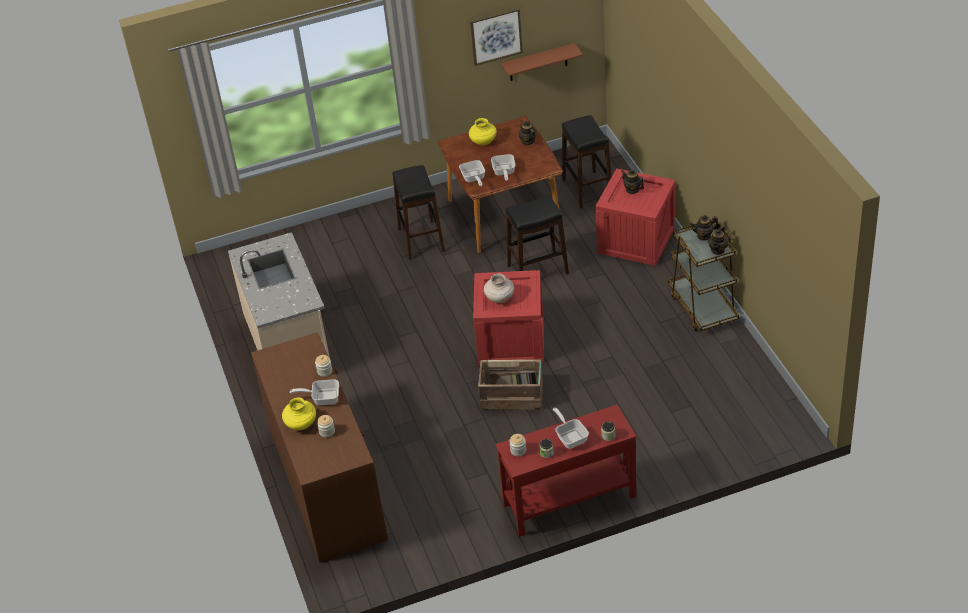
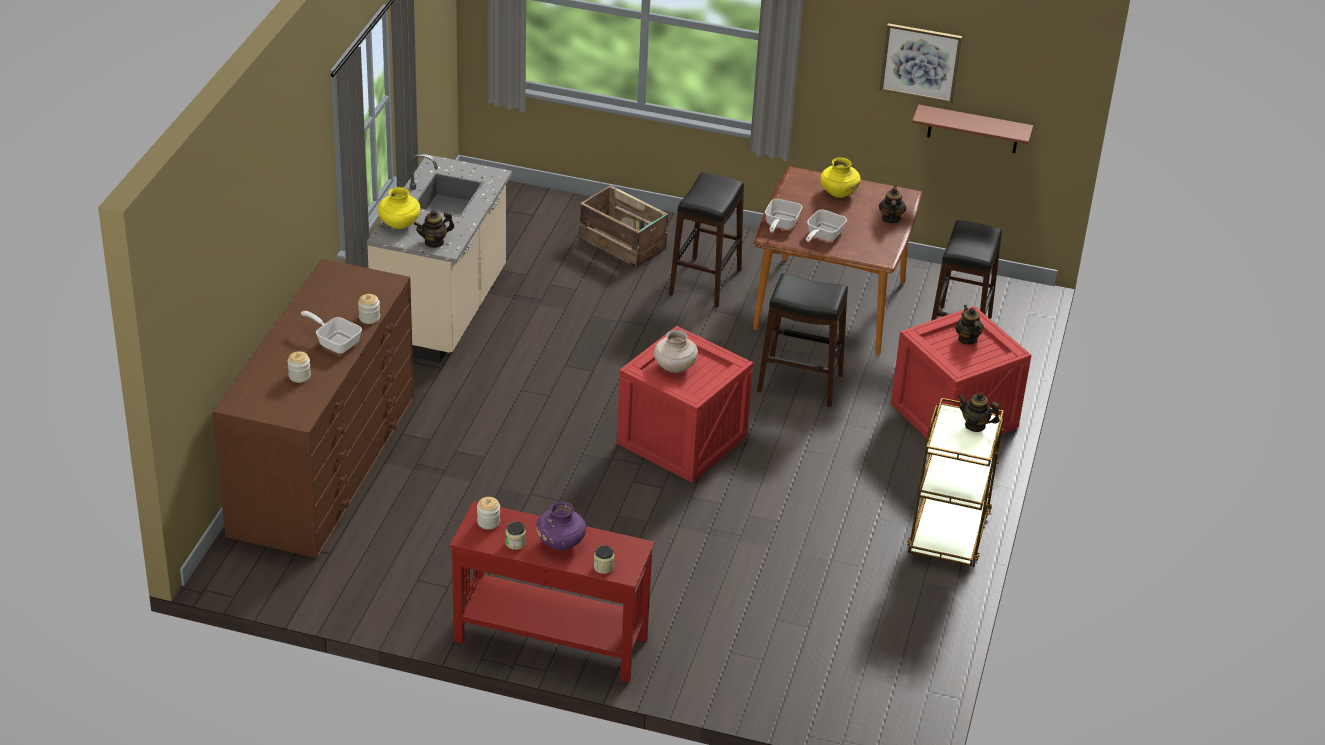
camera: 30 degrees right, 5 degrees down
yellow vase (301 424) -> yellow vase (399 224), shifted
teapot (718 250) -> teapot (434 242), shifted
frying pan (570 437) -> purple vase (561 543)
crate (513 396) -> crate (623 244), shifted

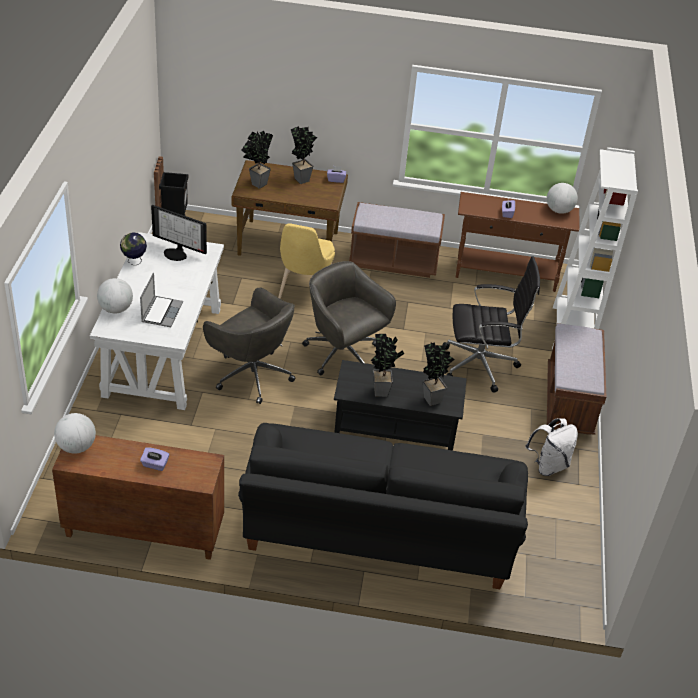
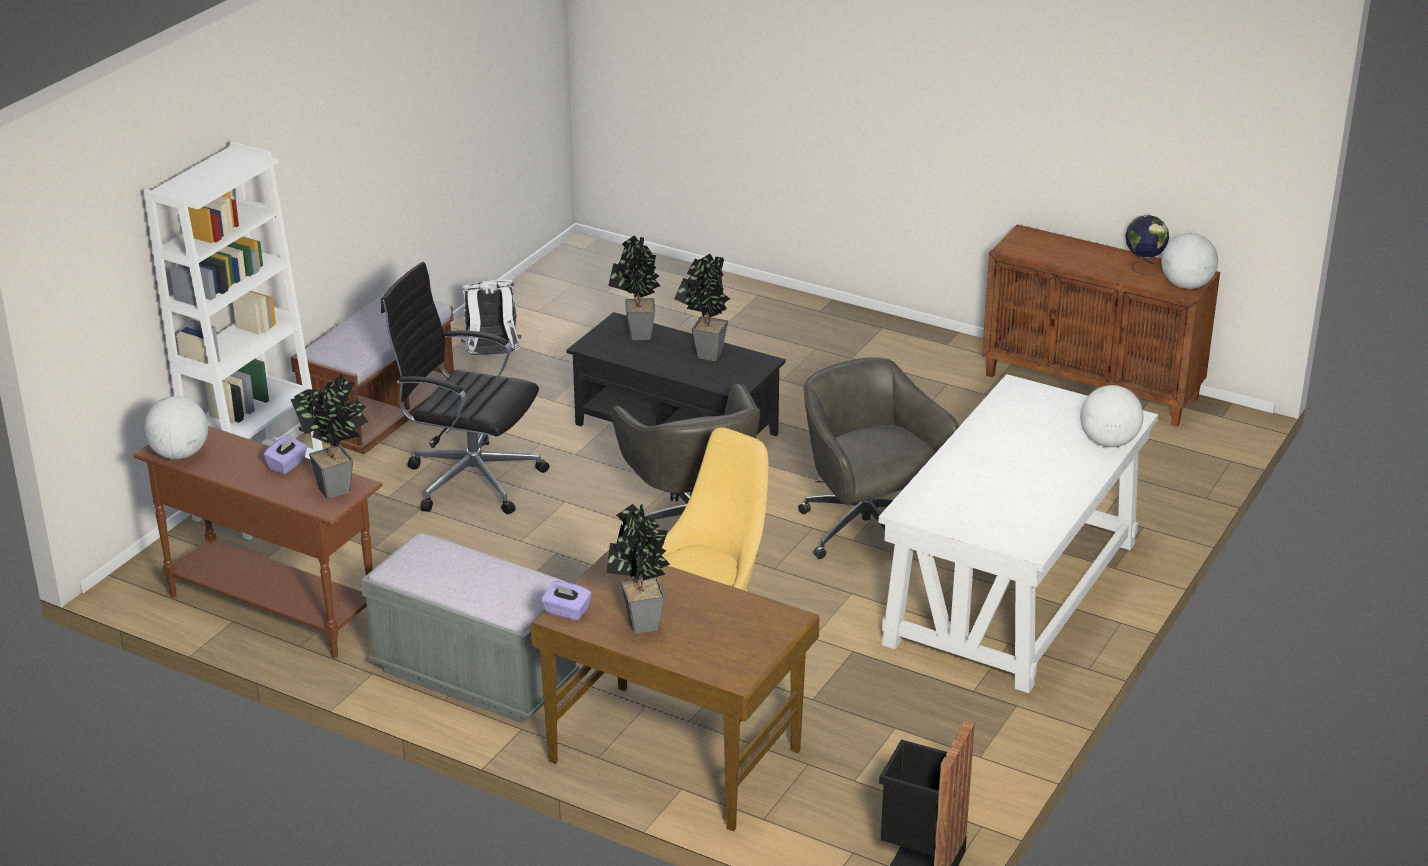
camera: 155 degrees left, 10 degrees down
potted plant (256 184) -> potted plant (340 490), shifted
brown bench (393 261) -> grey bench (474 675)
globe (134 261) -> globe (1143 266), shifted
laptop (161 312) -> none
purple tissue box (155 465) -> none
monitor (176 253) -> none
black sofa (379 534) -> none

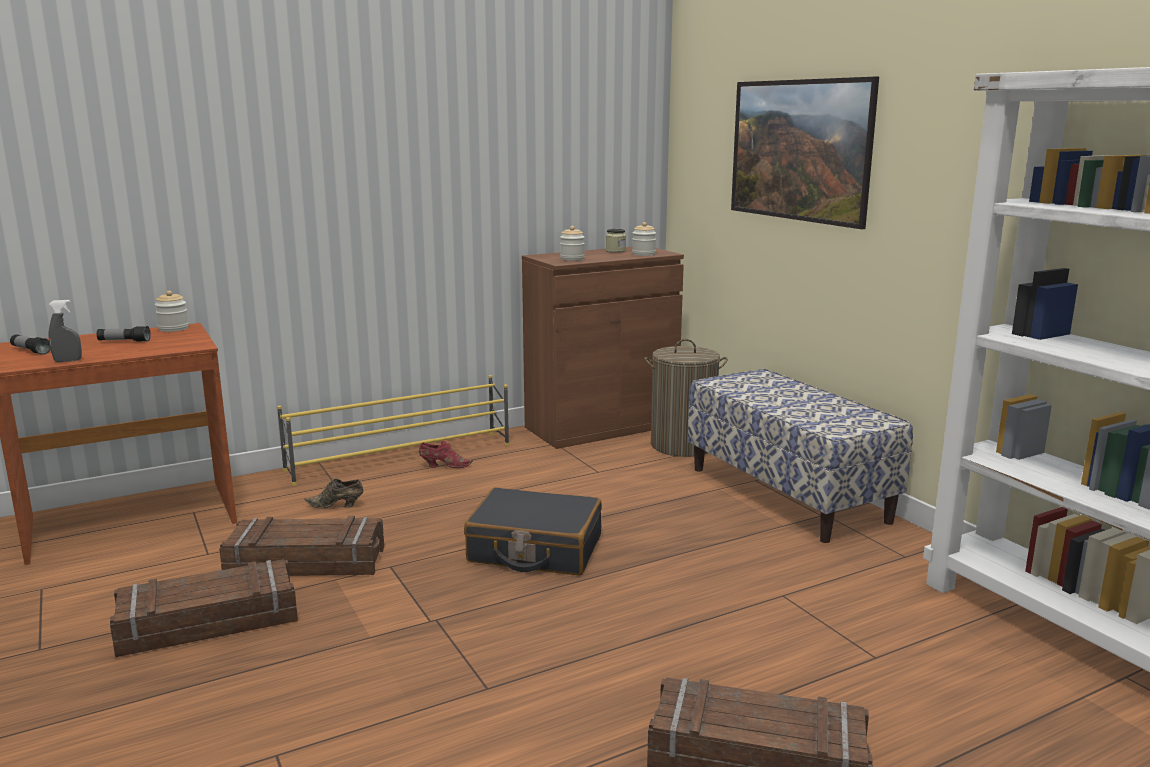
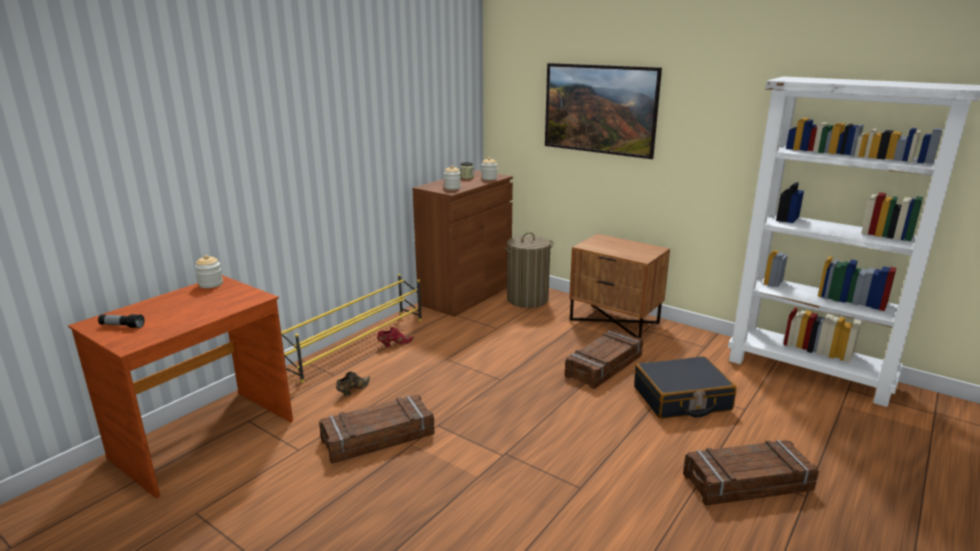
camera: 25 degrees left, 5 degrees up
brown shoe (337 506) -> brown shoe (353 390), 150 degrees clockwise
crate (209 623) -> crate (604 366), shifted
bench (788 494) -> brown nightstand (615 321)
black suitcase (535 549) -> black suitcase (681 399), shifted
grey spray bottle (68 361) -> none
flashlight (124 341) -> none

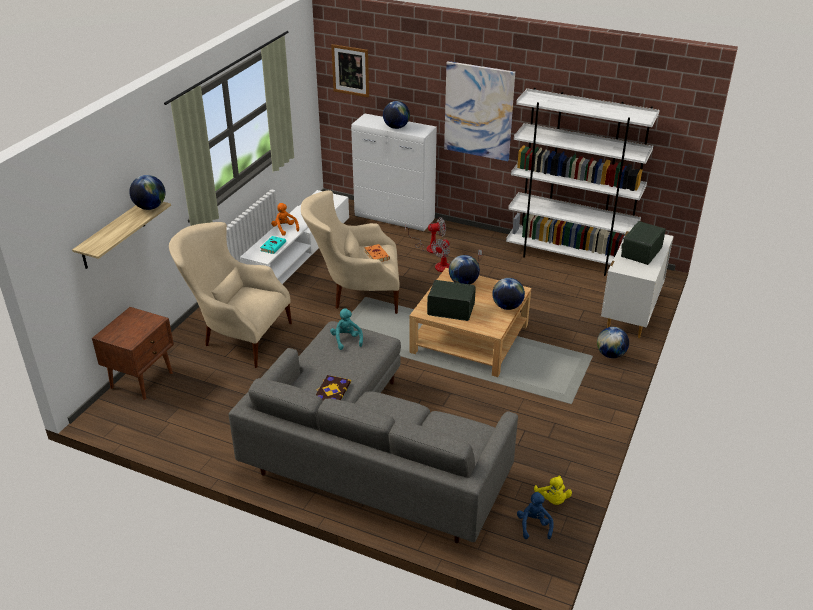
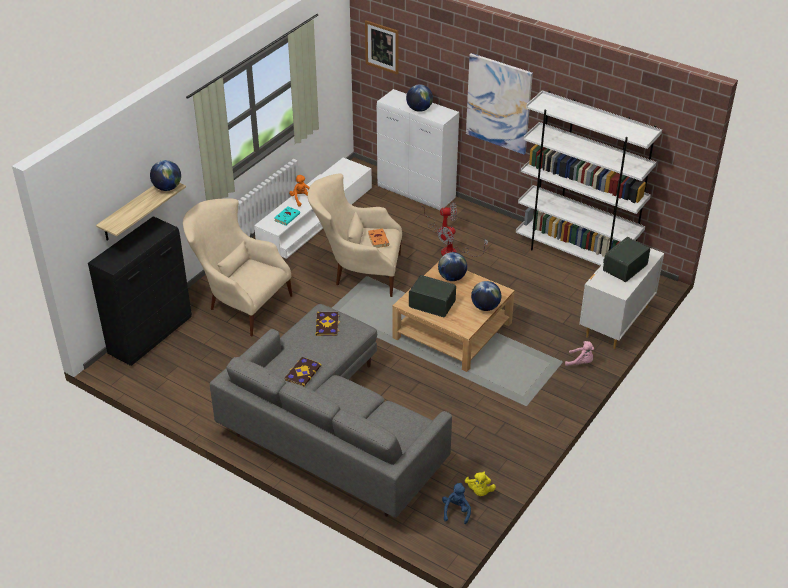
camera: 10 degrees right, 5 degrees up
brown nightstand (143 379) -> black cabinet (151 336)
turquoise plush toy (346 340) -> book (327 324)
globe (610 354) -> pink plush toy (580 362)

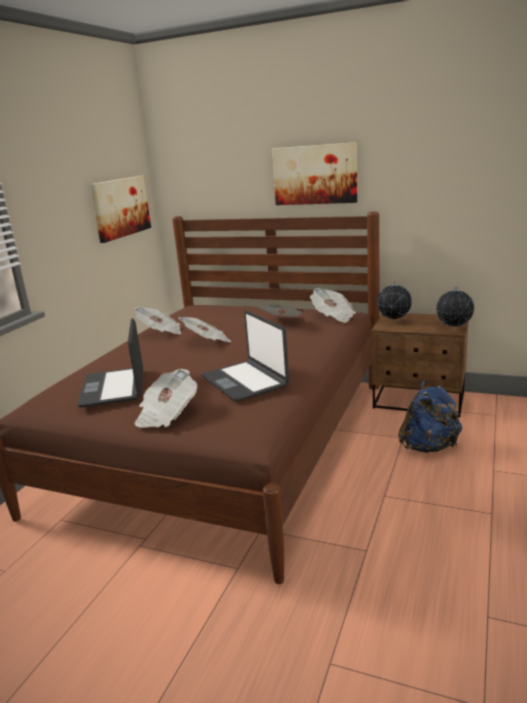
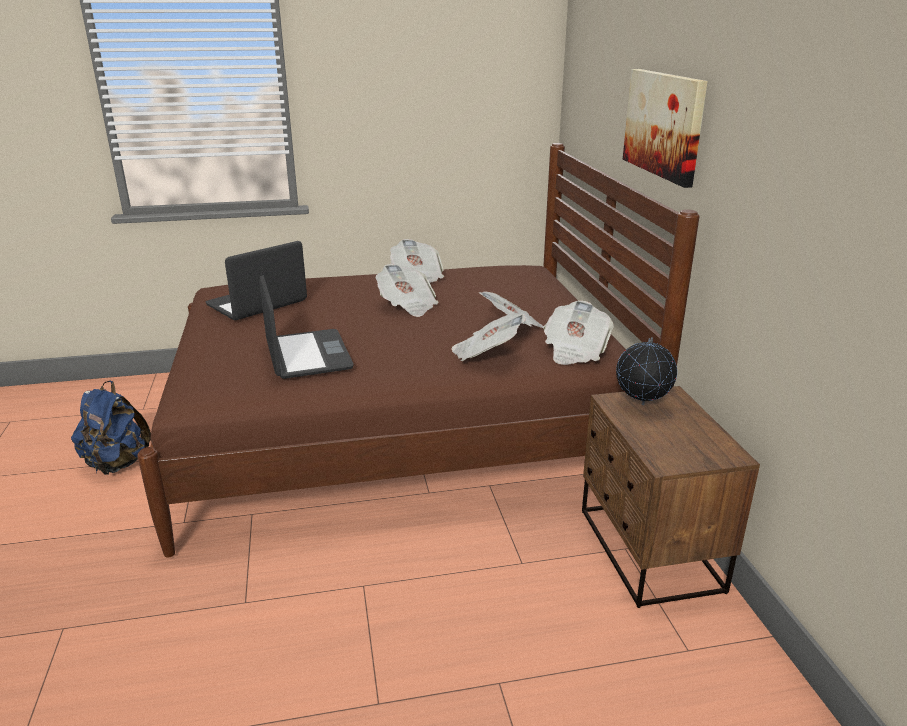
camera: 55 degrees right, 5 degrees up
blue backpack (429 447) -> blue backpack (117 464), shifted
laptop (245 381) -> laptop (307 355), 135 degrees clockwise
newspaper (166 415) -> newspaper (486 354), shifted
picture (120 207) -> none
globe (453 330) -> none

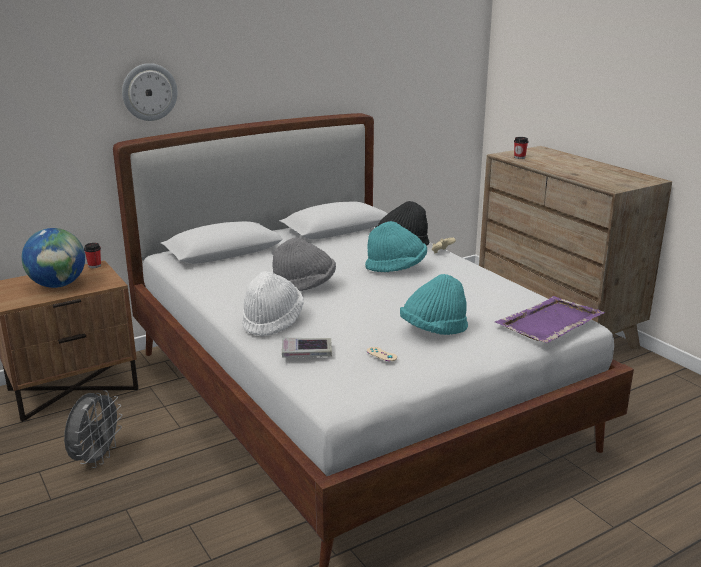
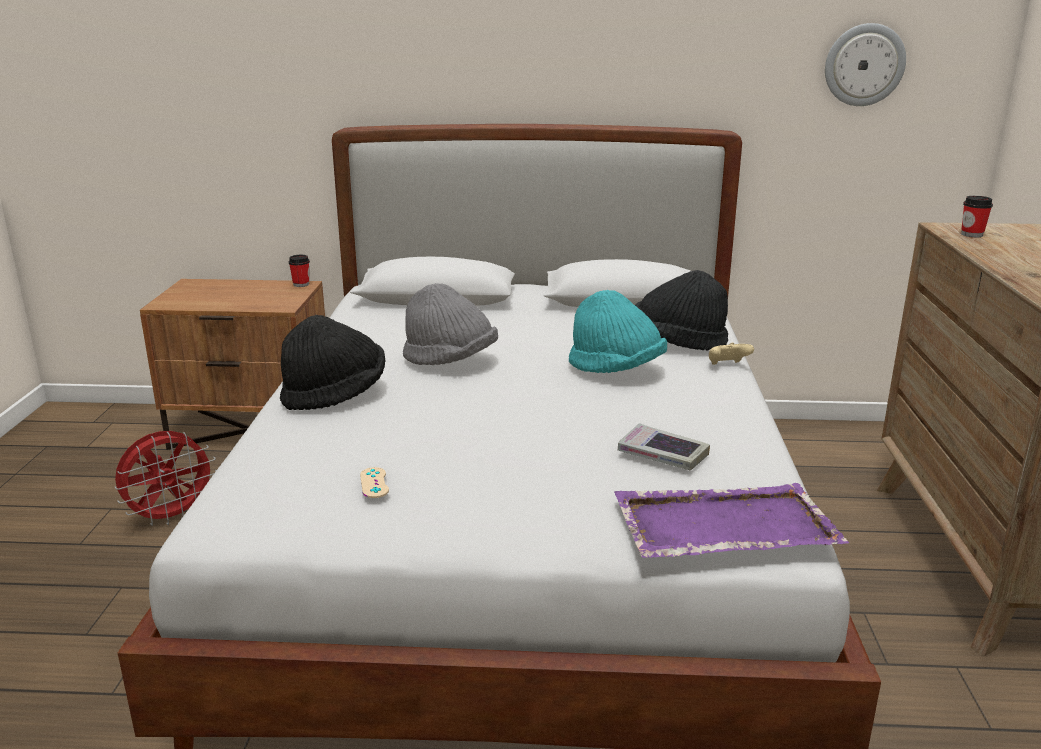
camera: 35 degrees right, 0 degrees up
grey fan (96 459) -> red fan (171 516)
white hat (272 321) -> black hat (335 395)
book (306 352) -> book (662 454), shifted
wall clock (149 92) -> wall clock (864 65), shifted
globe (58 285) -> none
turquoise hat (433 330) -> none

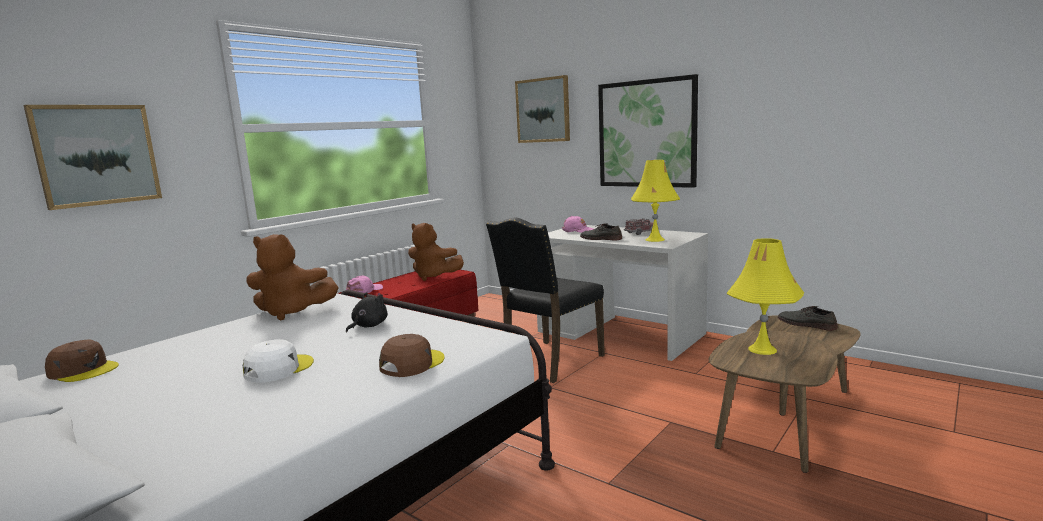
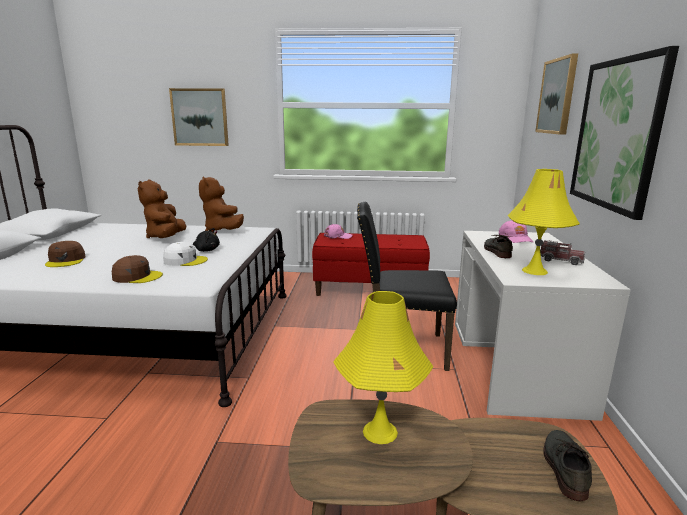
camera: 55 degrees right, 5 degrees up
brown cap (83 370) -> brown cap (66 260), shifted
brown plush toy (433 276) -> brown plush toy (166 238), shifted
white cap (278 369) -> white cap (185 260), shifted

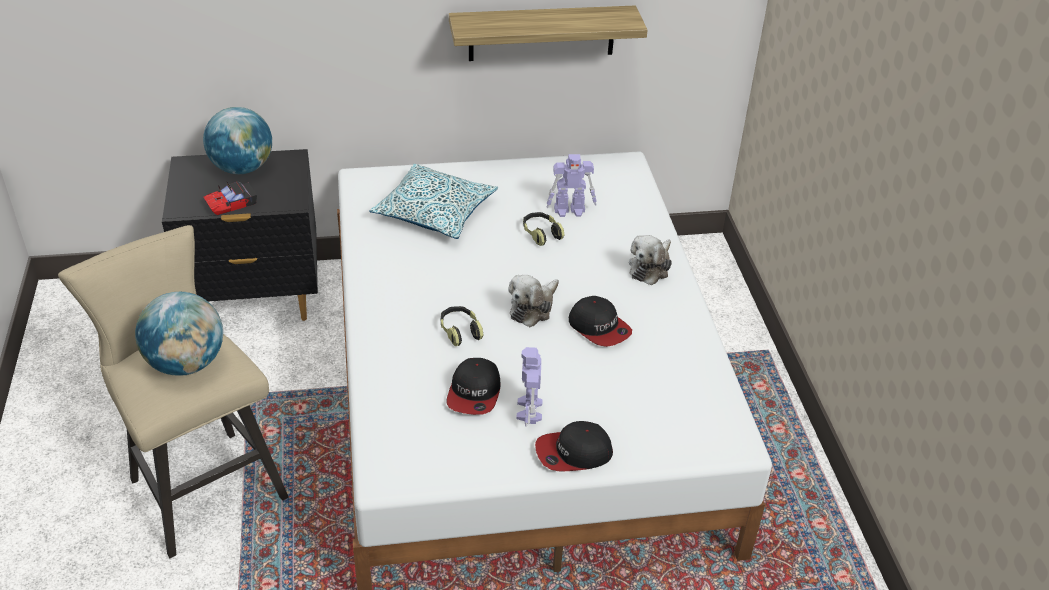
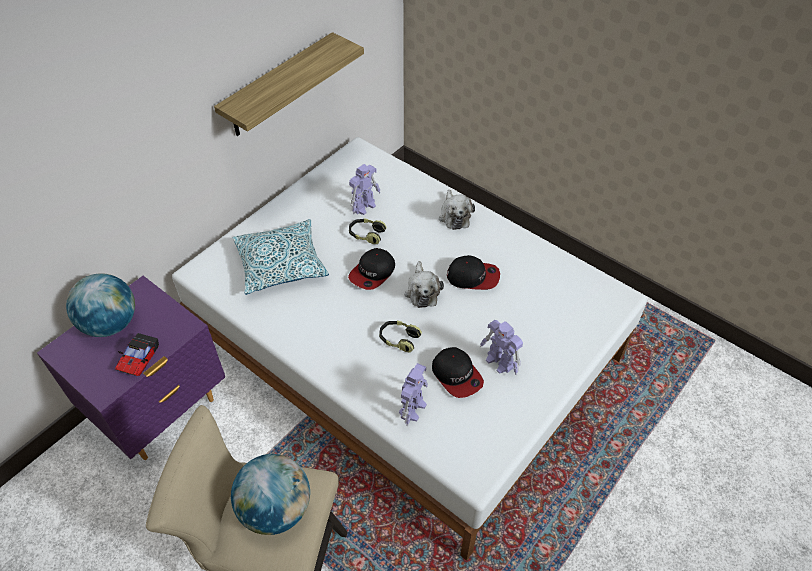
camera: 40 degrees left, 10 degrees up
black nightstand (257 301) -> purple nightstand (161 411)
cap (573 453) -> cap (372 273), shifted
none -> toy robot (413 408)

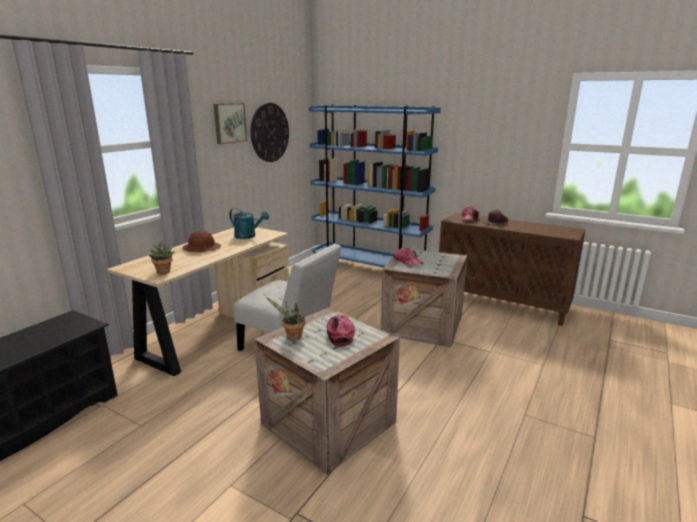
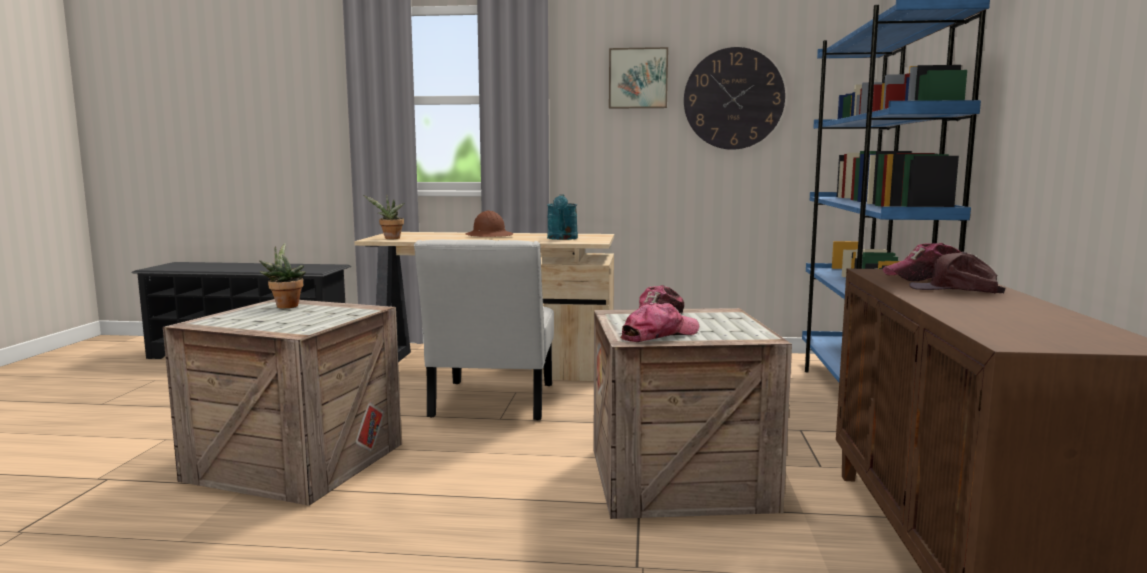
camera: 65 degrees right, 10 degrees down
cap (339 334) -> cap (659 335), shifted

